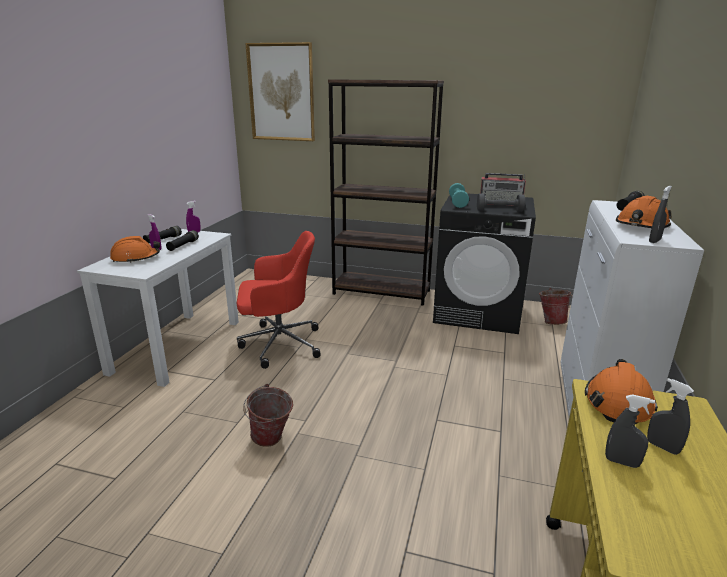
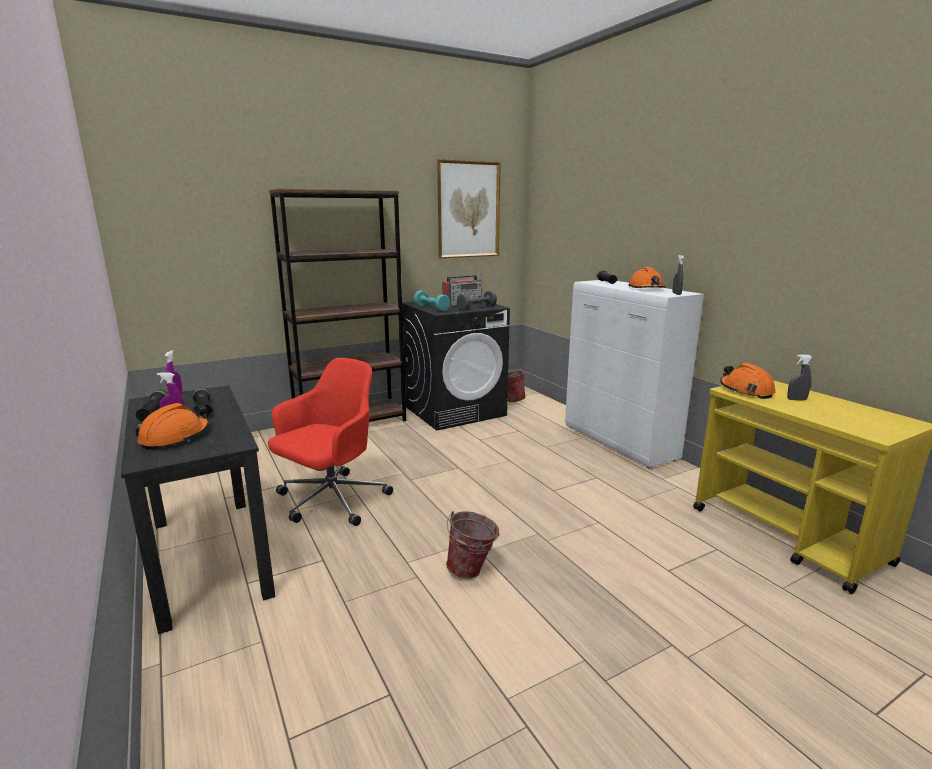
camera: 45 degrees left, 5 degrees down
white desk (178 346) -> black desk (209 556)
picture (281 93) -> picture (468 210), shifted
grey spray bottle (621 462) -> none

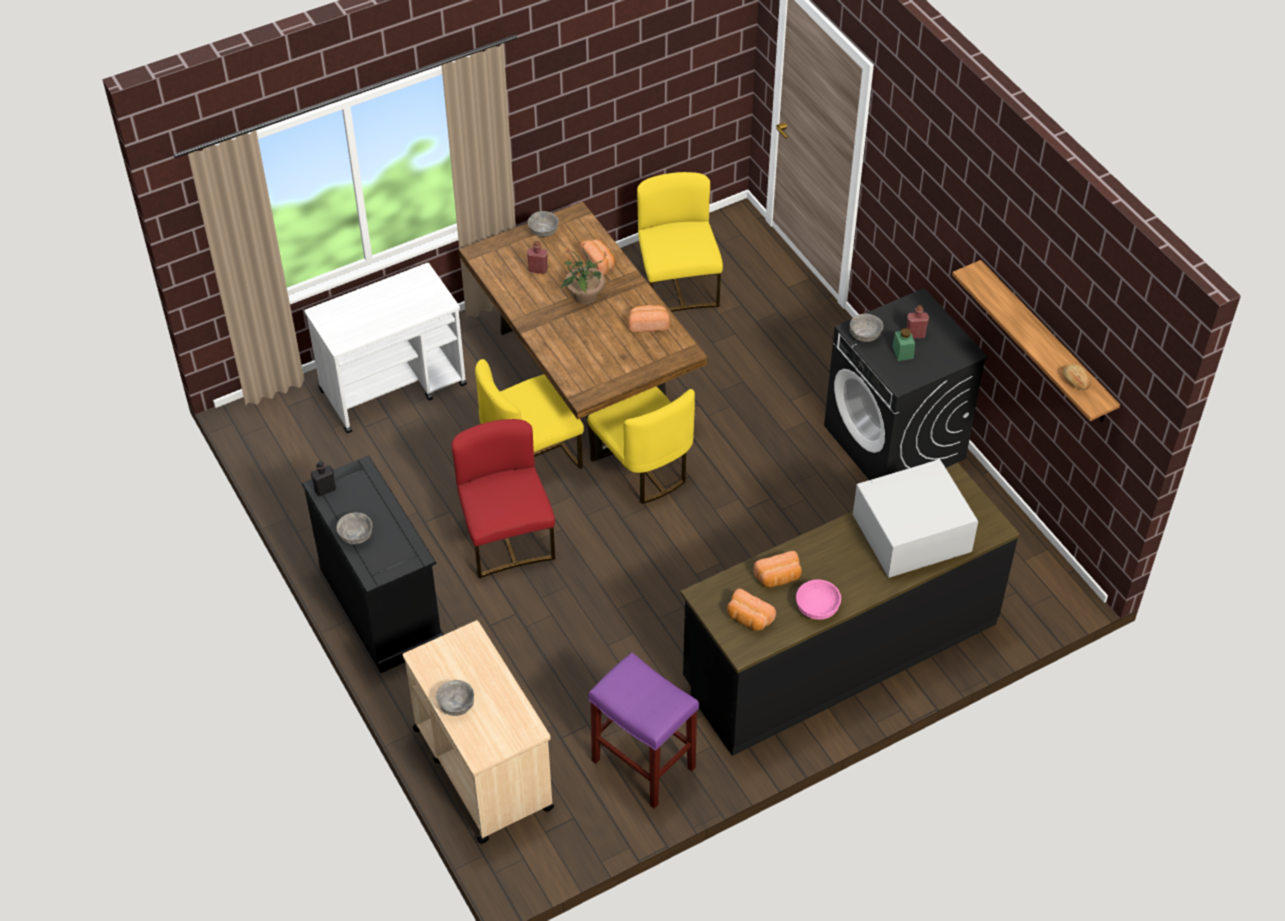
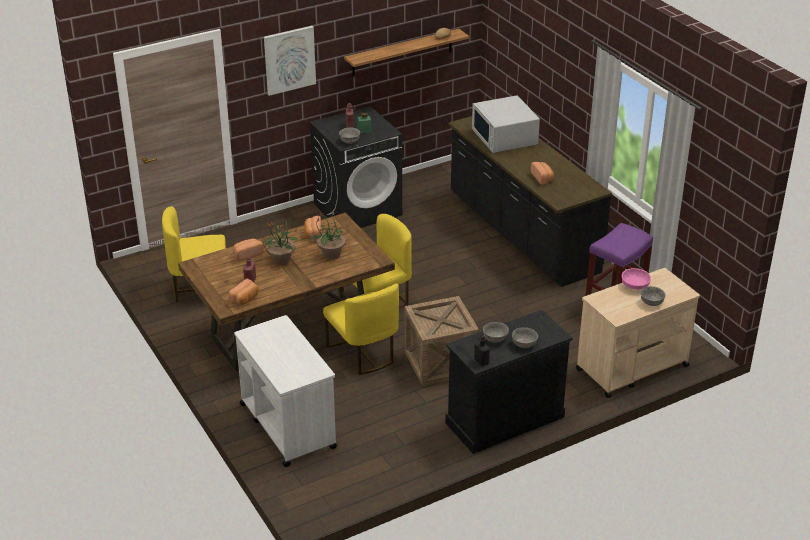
camera: 90 degrees left, 15 degrees down
bread (748 619) -> bread (245 299), shifted
none -> picture (289 60)
none -> potted plant (330 254)
red chair (507 538) -> crate (440 363)
grey bowl (543 232) -> grey bowl (495 339), shifted
pink bowl (817 606) -> pink bowl (634 286), shifted

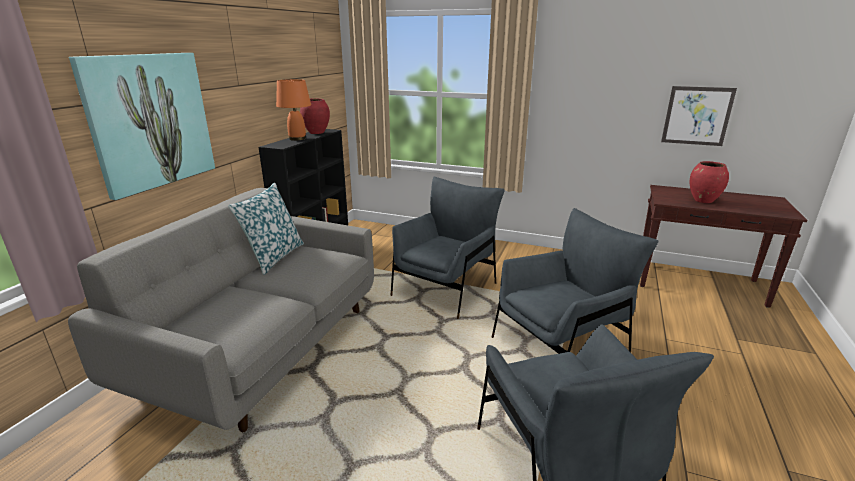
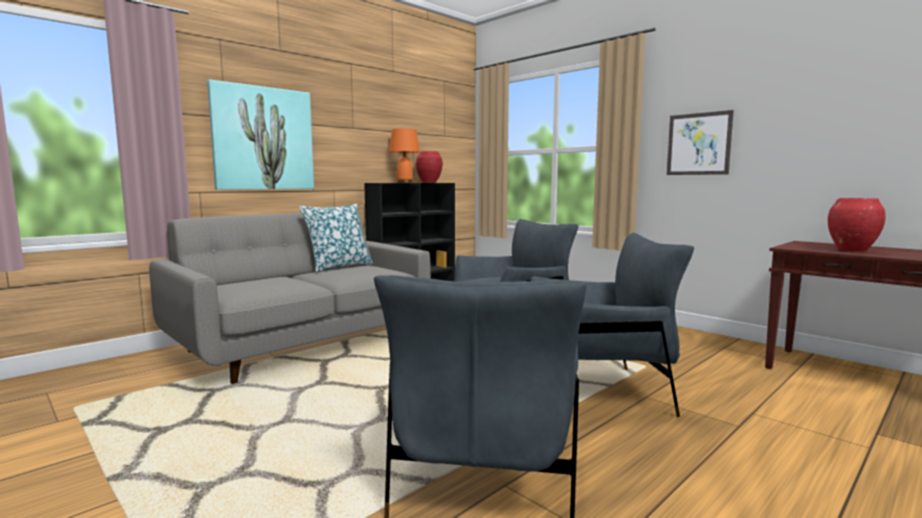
camera: 25 degrees right, 15 degrees down
picture (697 116) -> picture (698 144), shifted

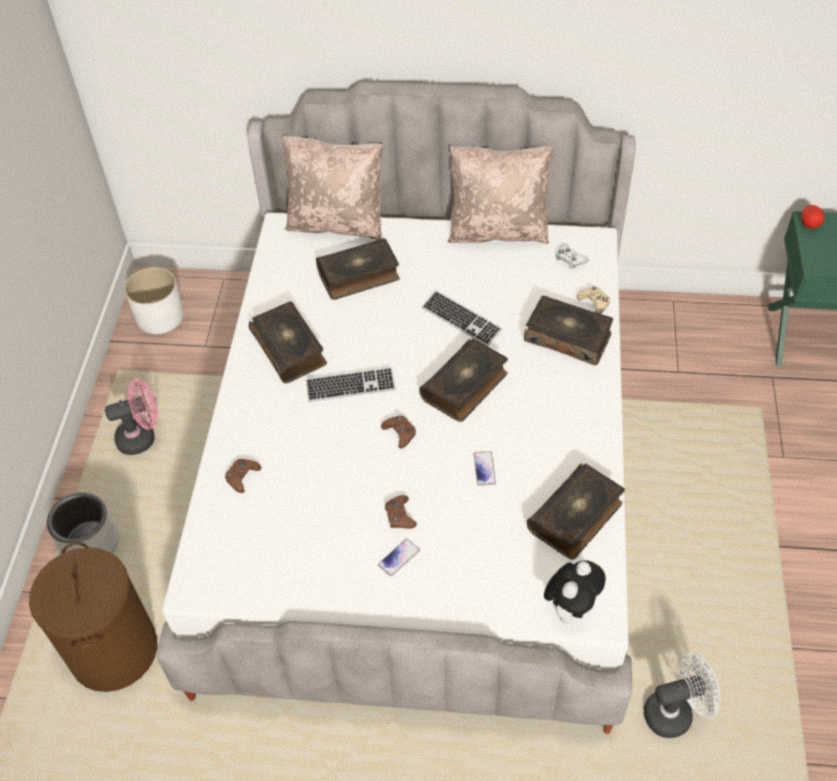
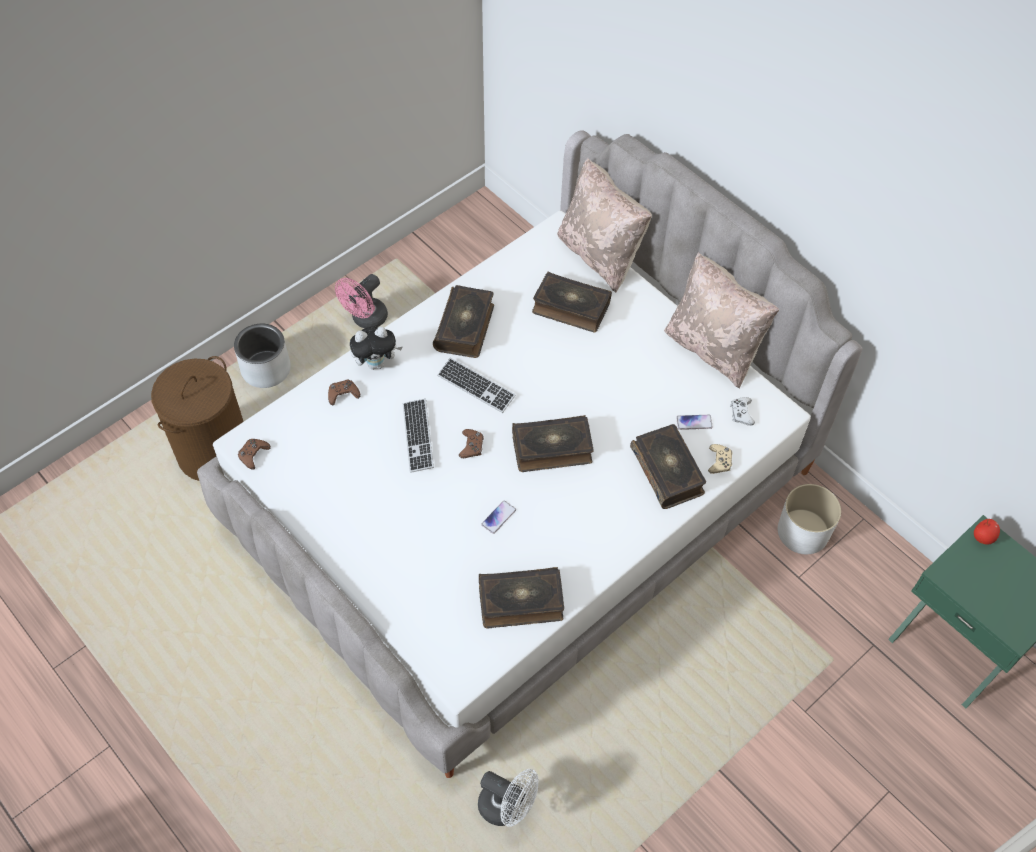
camera: 40 degrees right, 5 degrees up
brown game controller (399 515) -> brown game controller (253 455), shifted
pink fan (142 437) -> pink fan (366 320), 105 degrees clockwise
plush toy (571 607) -> plush toy (377 363), shifted
keyboard (461 320) -> keyboard (418 436), shifted
phone (399 558) -> phone (694 422), shifted
white planter (160 316) -> white planter (803 531), shifted

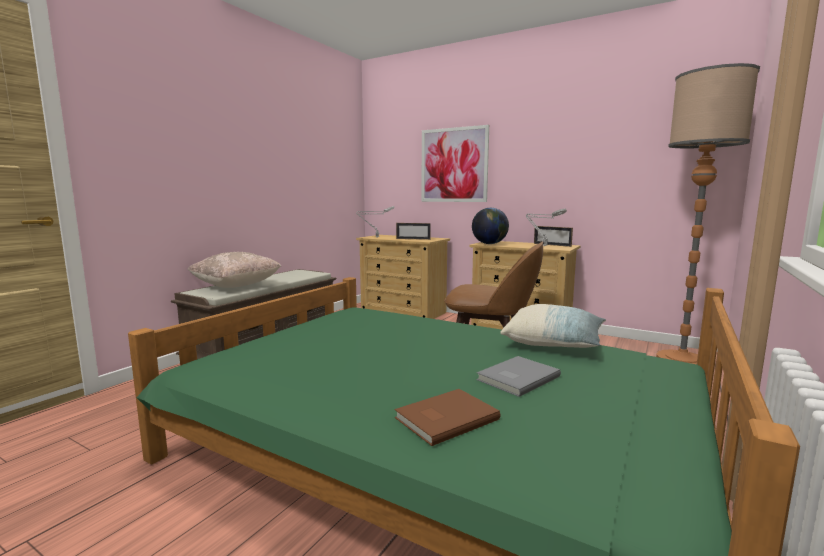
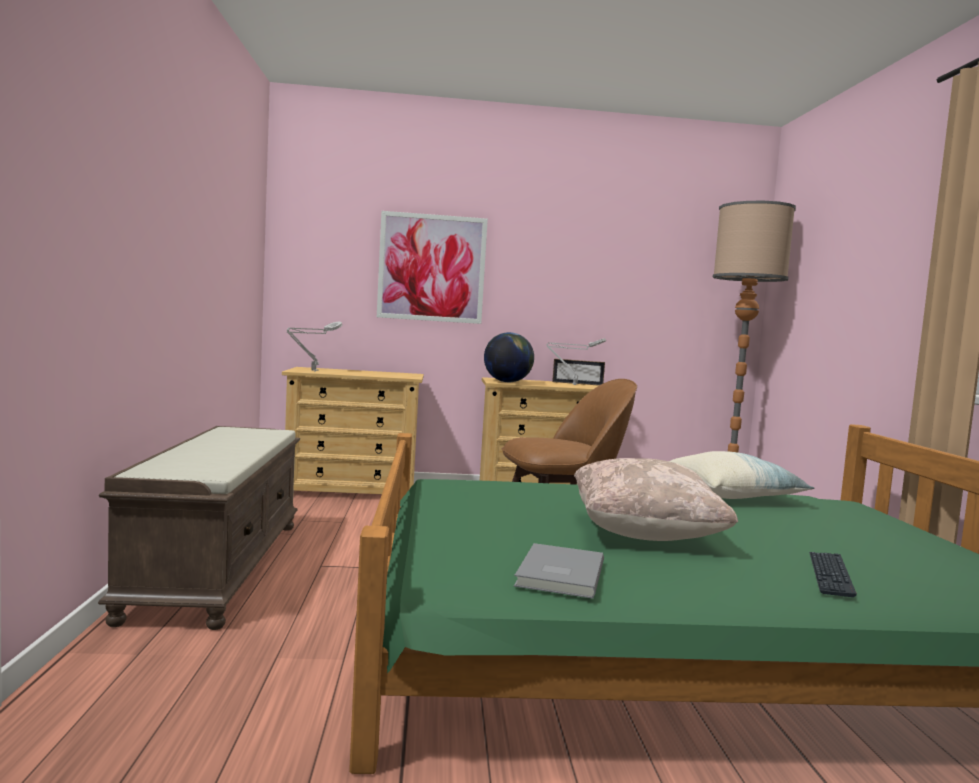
camera: 35 degrees left, 5 degrees down
grey book (516 377) -> grey book (557 574), shifted
beige pillow (236 286) -> beige pillow (644 534), shifted
brown book (444 418) -> keyboard (830 575)
picture frame (413 239) -> none

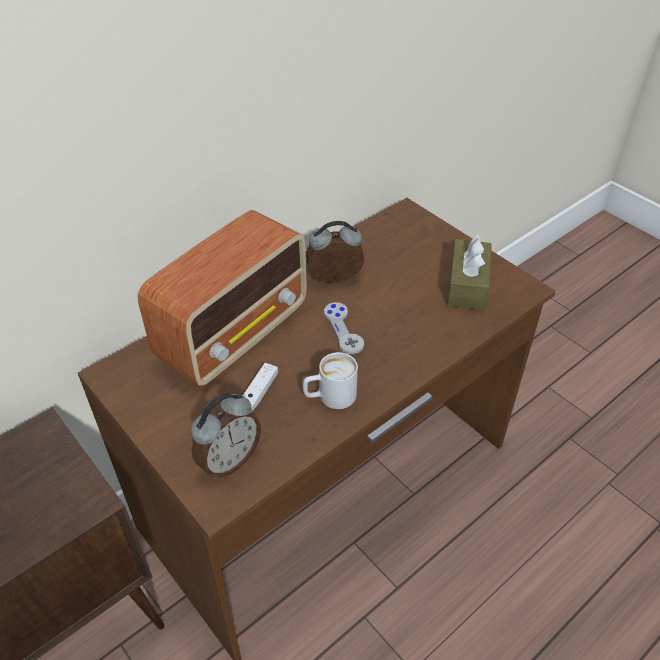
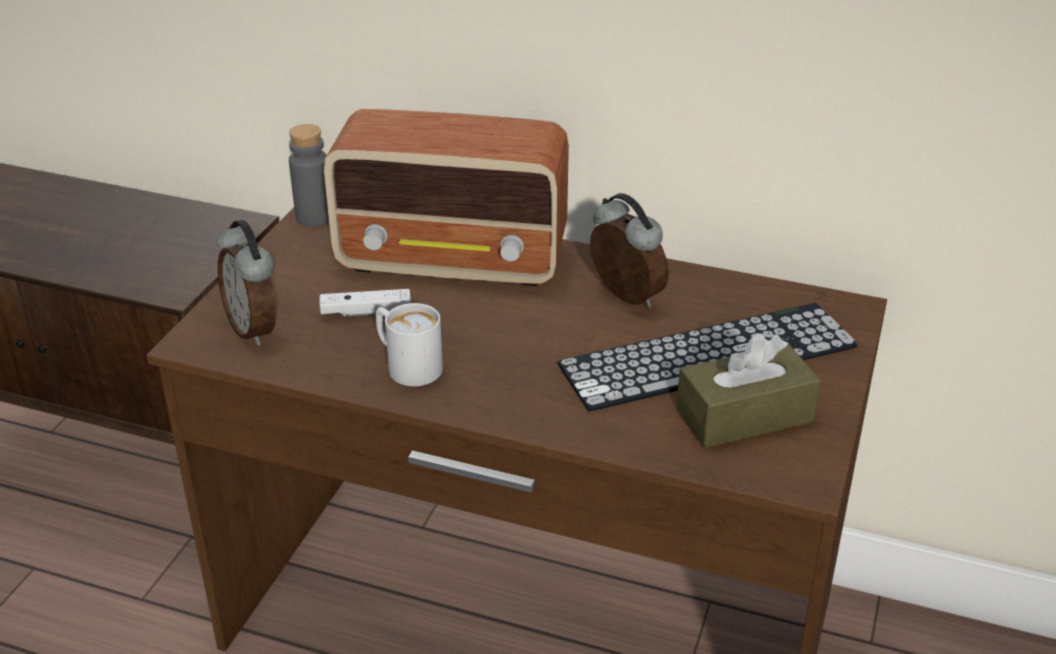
camera: 60 degrees right, 10 degrees down
alarm clock (229 460) -> alarm clock (255 329), 45 degrees clockwise
none -> grey bottle (314 217)
none -> keyboard (708 355)
grey game controller (343 329) -> none

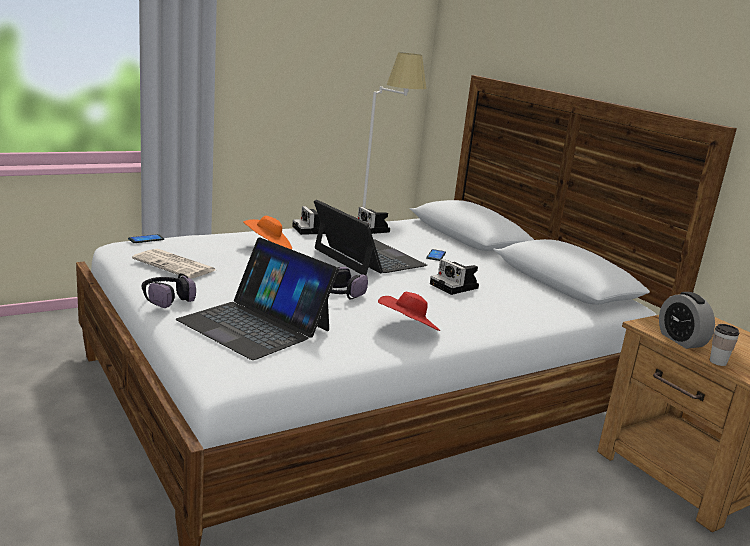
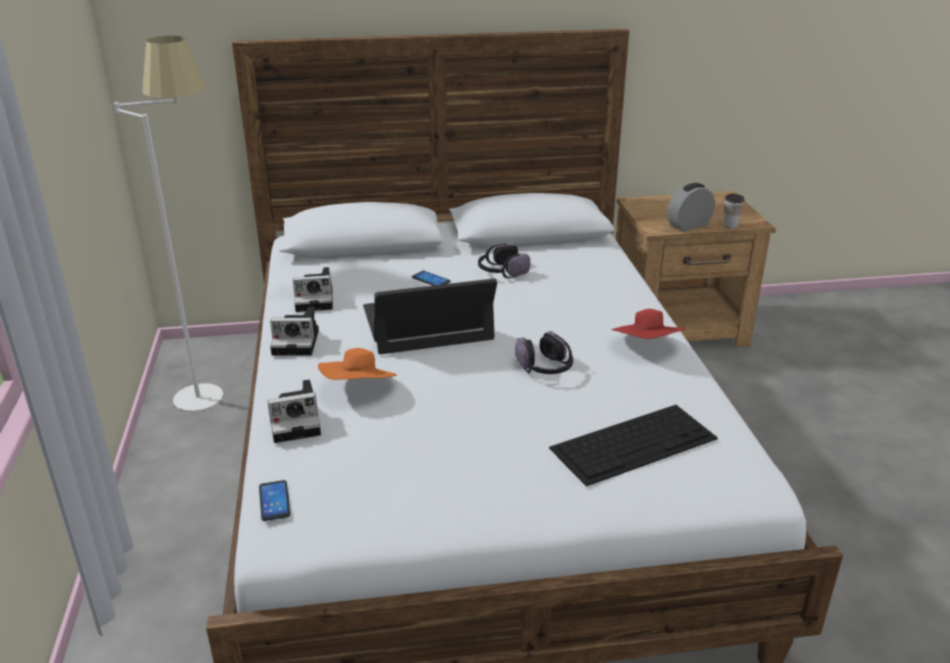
camera: 65 degrees left, 10 degrees up
photo camera (455 286) -> photo camera (297 421), shifted
headphones (166 299) -> headphones (501 272), shifted
laptop (255 325) -> keyboard (634 442)
alarm clock (681 340) -> alarm clock (689 225), 150 degrees clockwise
newspaper (176 265) -> none

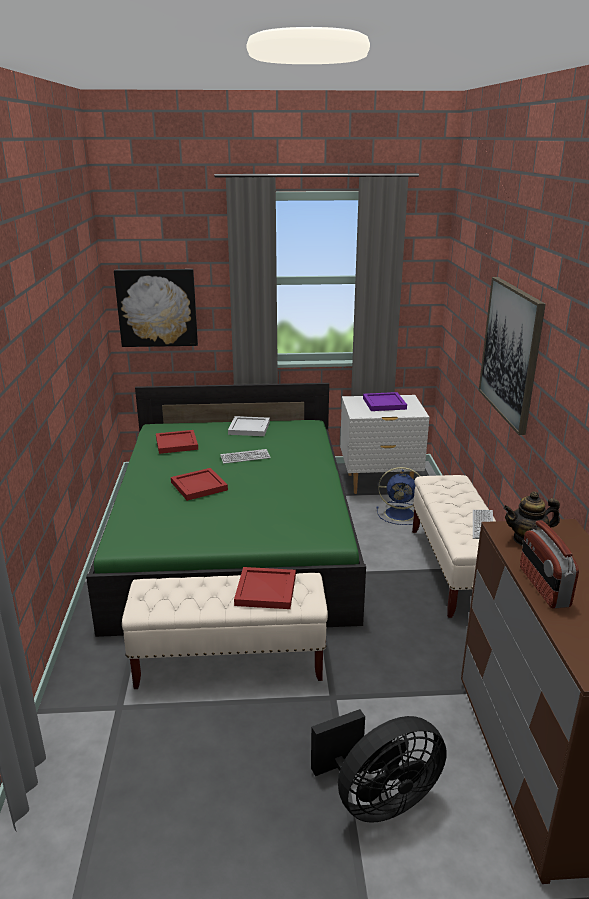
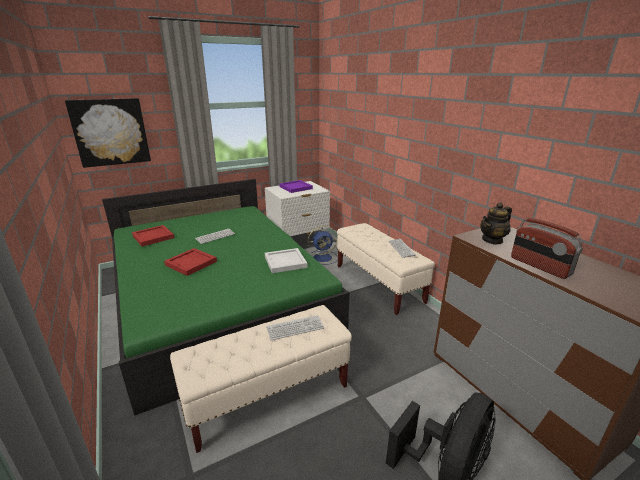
camera: 25 degrees left, 0 degrees up
white tray (249 428) -> white tray (286 262), shifted
red tray (267 590) -> keyboard (295 328)
picture (511 352) -> none

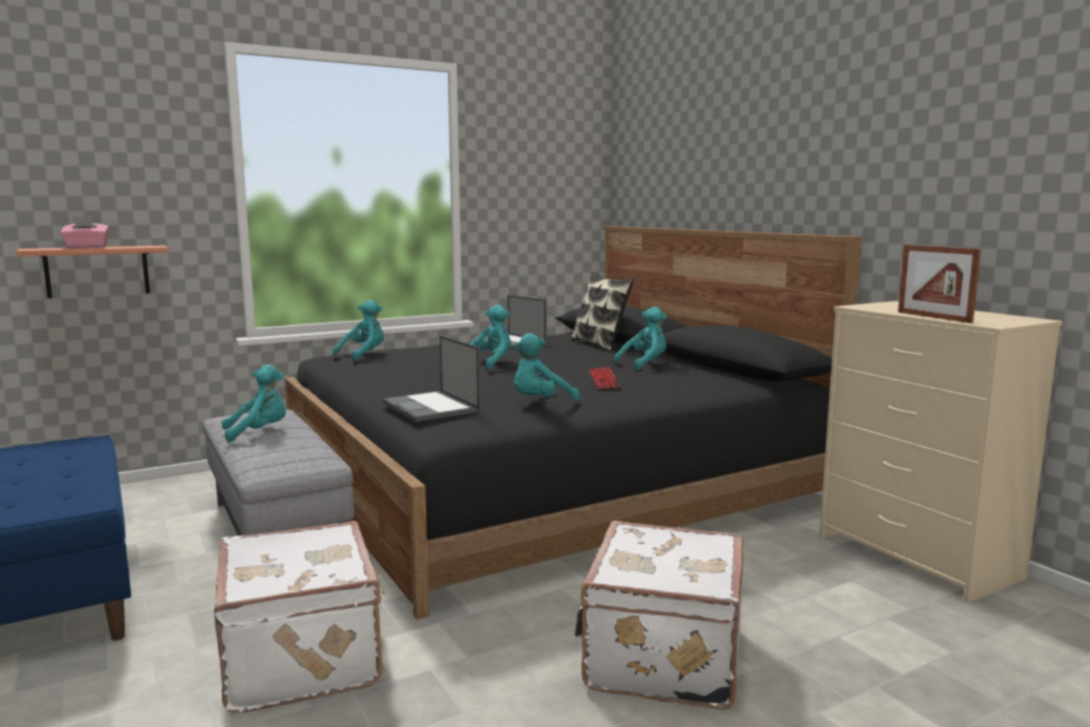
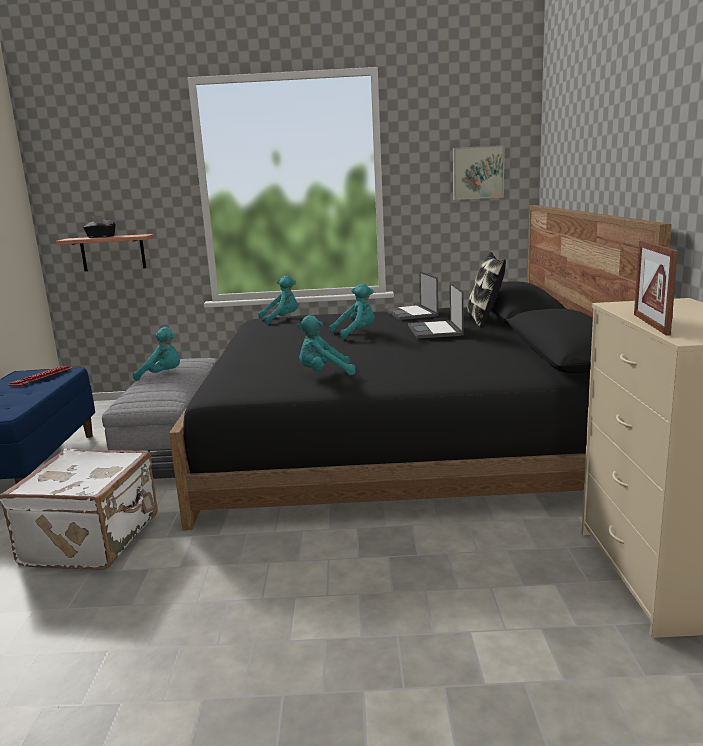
camera: 30 degrees right, 5 degrees up
keyboard (603 380) -> keyboard (41 377), shifted
pink tissue box (87 247) -> black tissue box (101 237)
laptop (431 407) -> laptop (435 330), shifted
none -> picture (477 172)
white suitcase (660 657) -> none
turquoise plush toy (644 364) -> none

